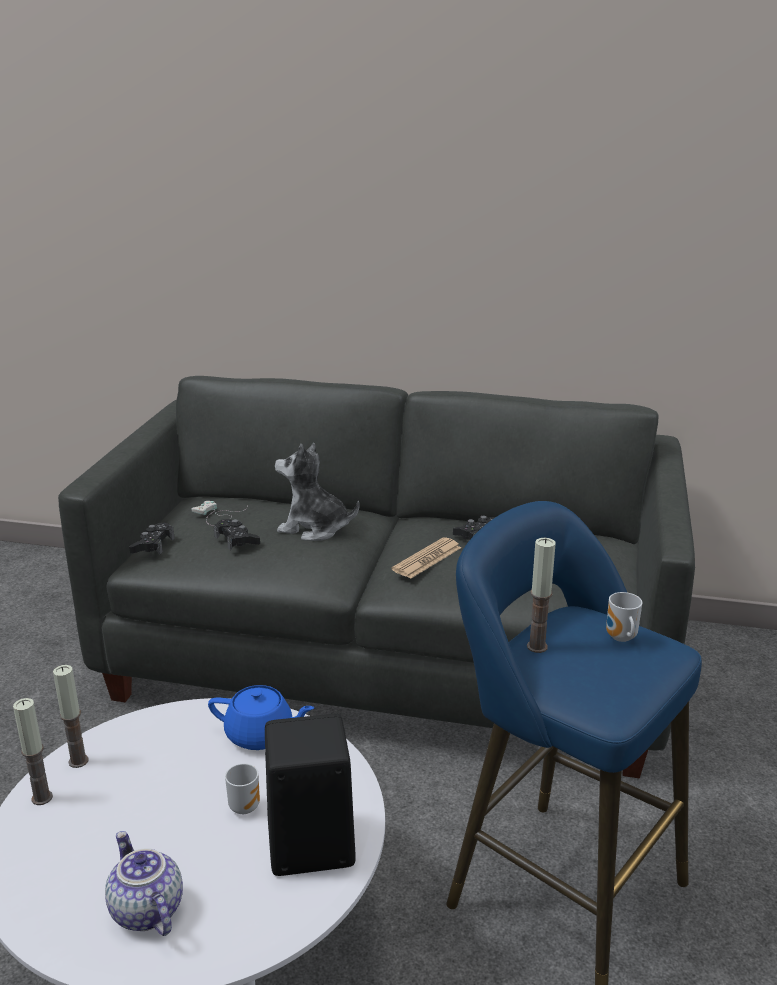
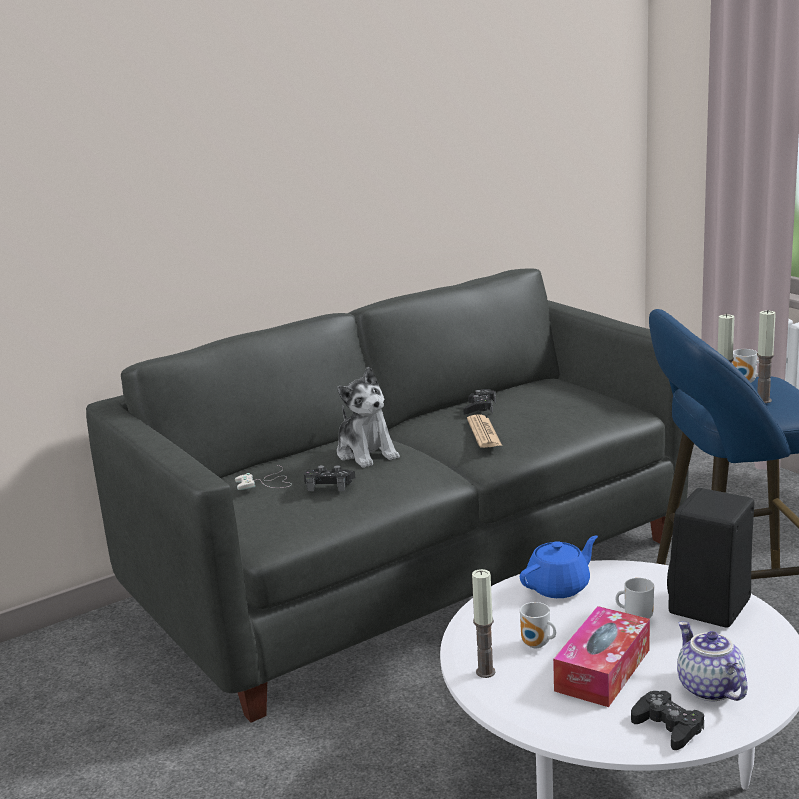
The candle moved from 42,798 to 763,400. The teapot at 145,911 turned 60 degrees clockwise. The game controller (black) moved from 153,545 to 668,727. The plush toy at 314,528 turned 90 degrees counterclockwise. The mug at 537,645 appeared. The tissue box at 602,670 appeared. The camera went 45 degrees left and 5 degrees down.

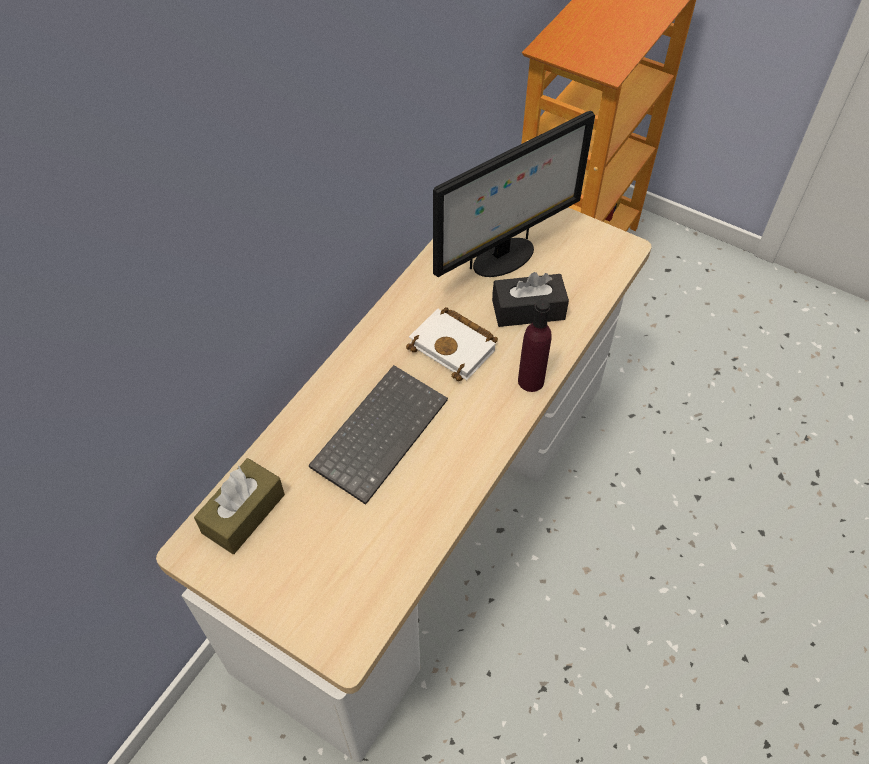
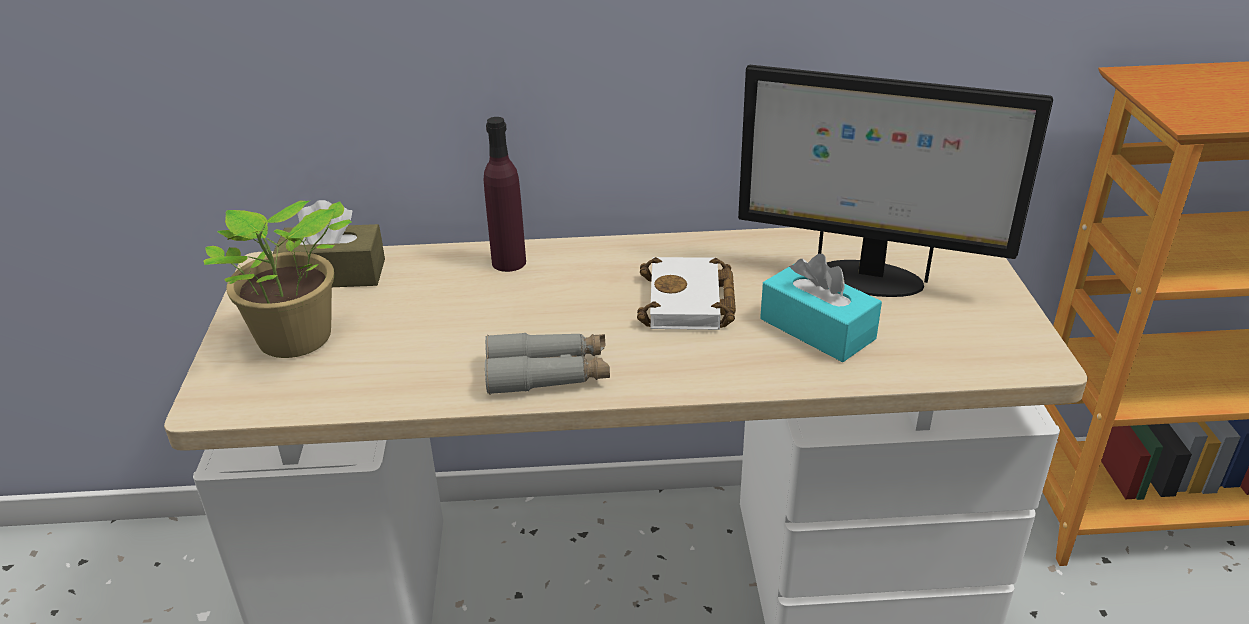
The keyboard at 379,431 disappeared. The tissue box (black) at 528,310 became the tissue box (turquoise) at 817,329. The bottle (purple) moved from 530,381 to 509,262. The potted plant at 294,342 appeared. The binoculars (grey) at 548,374 appeared. The camera went 55 degrees right and 20 degrees down.

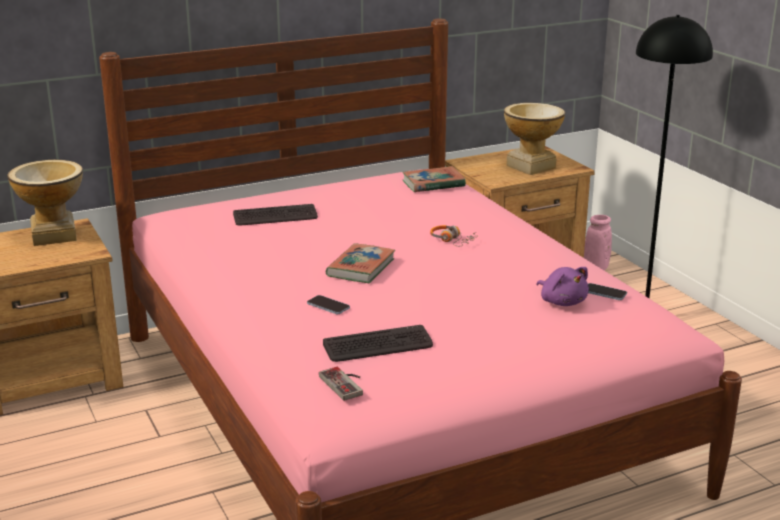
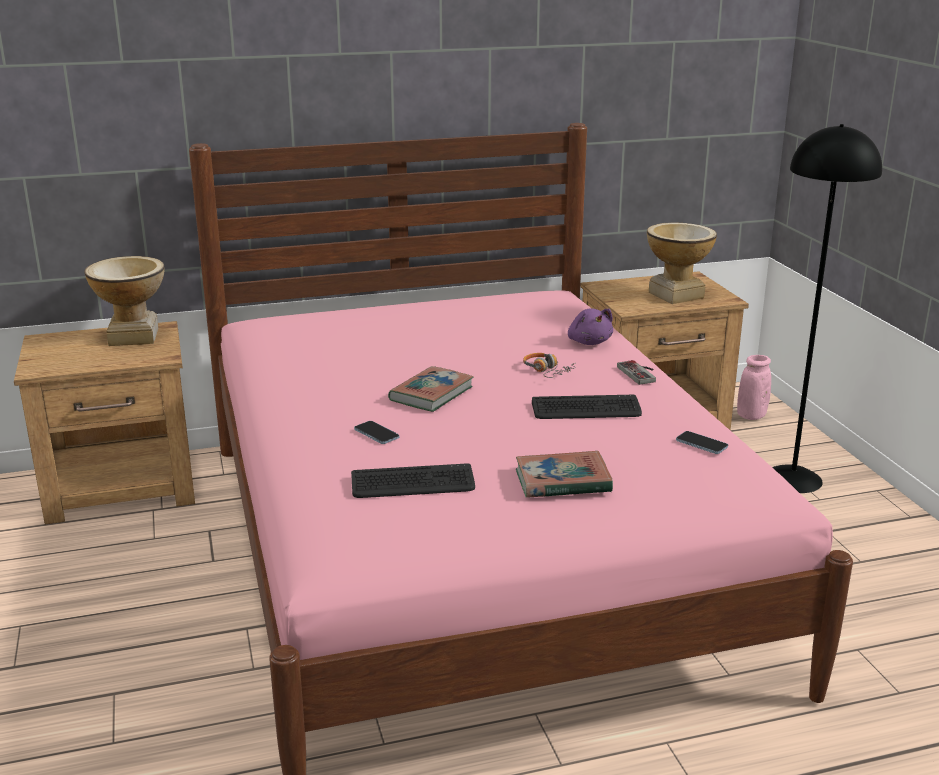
The keyboard moved from 275,216 to 586,409. The game controller moved from 346,383 to 641,373. The book moved from 433,184 to 562,481. The plush toy (purple) moved from 562,301 to 589,342. The camera went 10 degrees right and 0 degrees up.

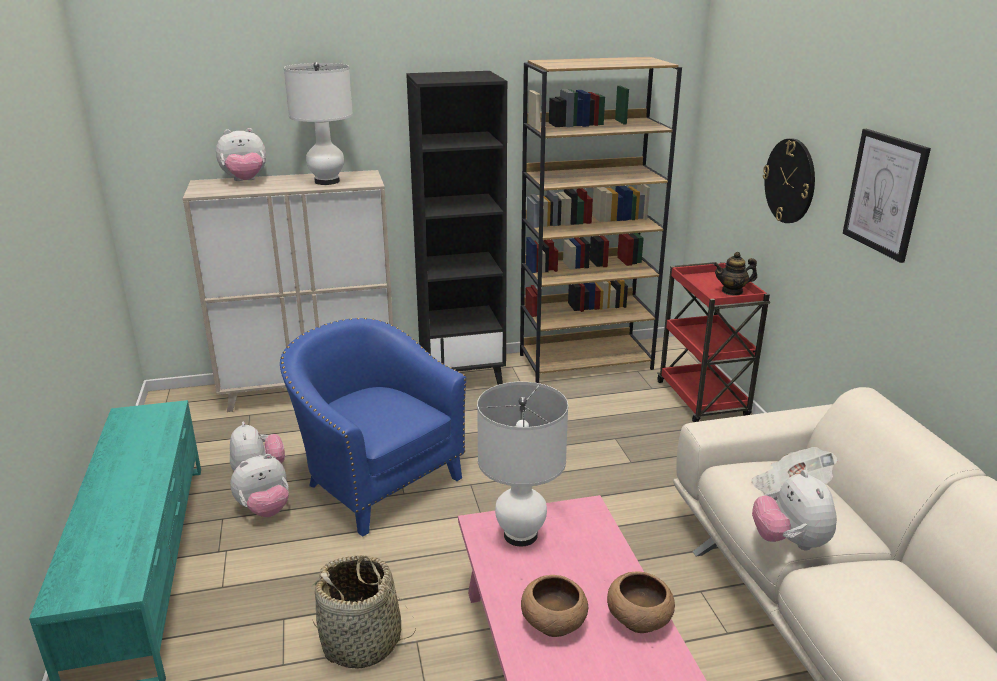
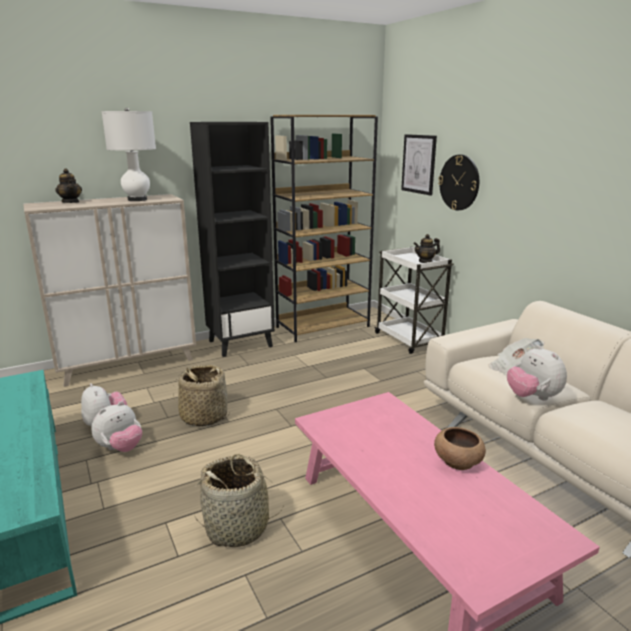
The plush toy at 245,181 was replaced by the teapot at 71,202. The armchair (blue) at 376,481 was replaced by the basket at 203,416. The table lamp (white) at 520,535 disappeared. The bowl (brown) at 554,622 disappeared. The cart (red) at 703,400 became the cart (white) at 409,340. The picture moved from 885,194 to 419,164. The camera went 15 degrees left and 5 degrees down.

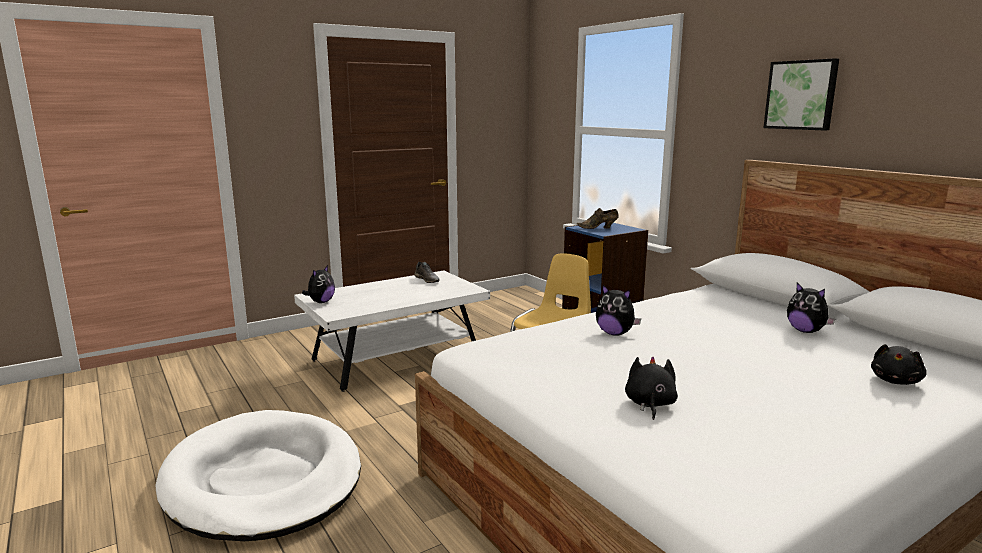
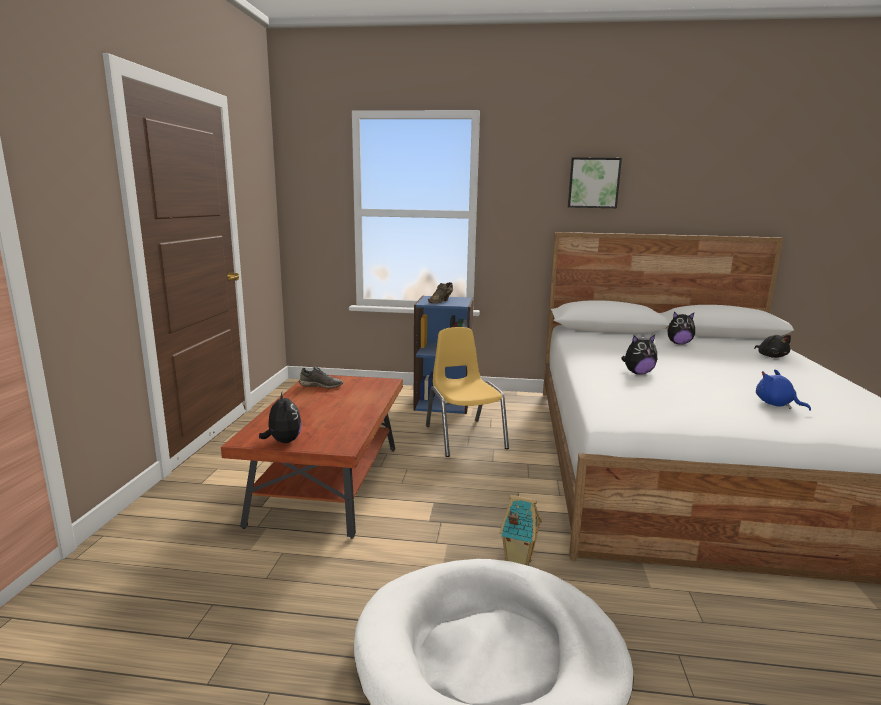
The coffee table (white) at 396,359 became the coffee table (brown) at 329,484. The plush toy (black) at 649,404 became the plush toy (blue) at 776,405. The toy house at 518,557 appeared. The camera went 50 degrees left and 0 degrees up.

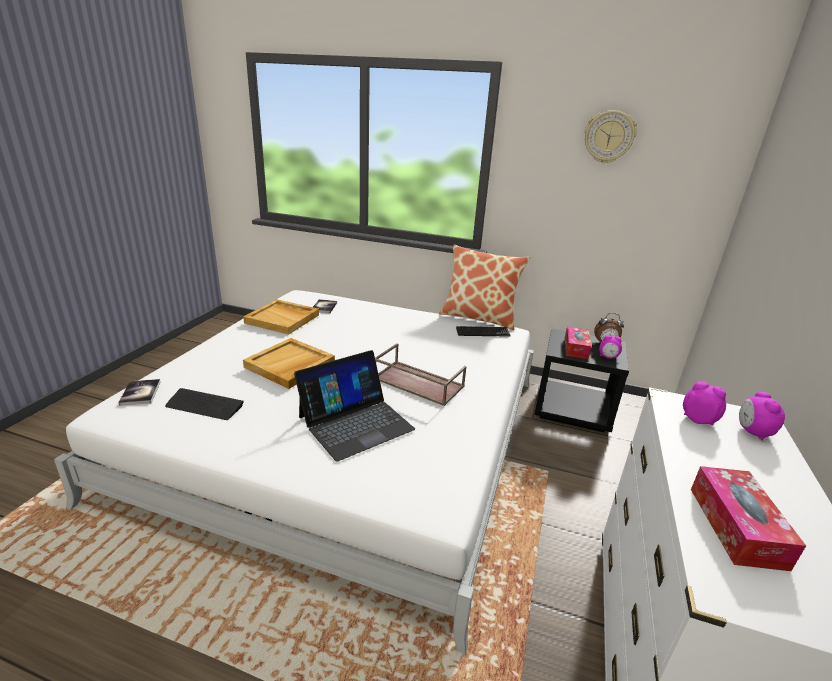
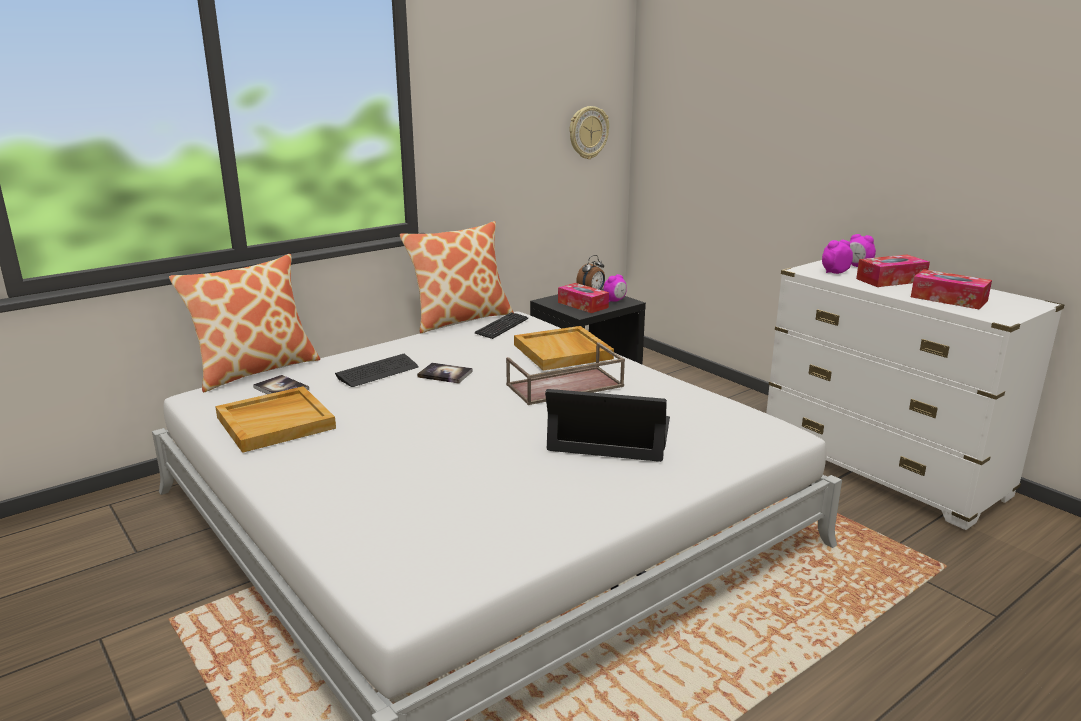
The book moved from 140,393 to 445,374. The keyboard moved from 204,405 to 378,372. The tray (beige) moved from 290,365 to 563,352. The laptop at 355,422 turned 75 degrees counterclockwise. The wall clock moved from 609,137 to 588,132. The pillow at 255,370 appeared. The tissue box at 891,280 appeared. The camera went 55 degrees left and 5 degrees down.

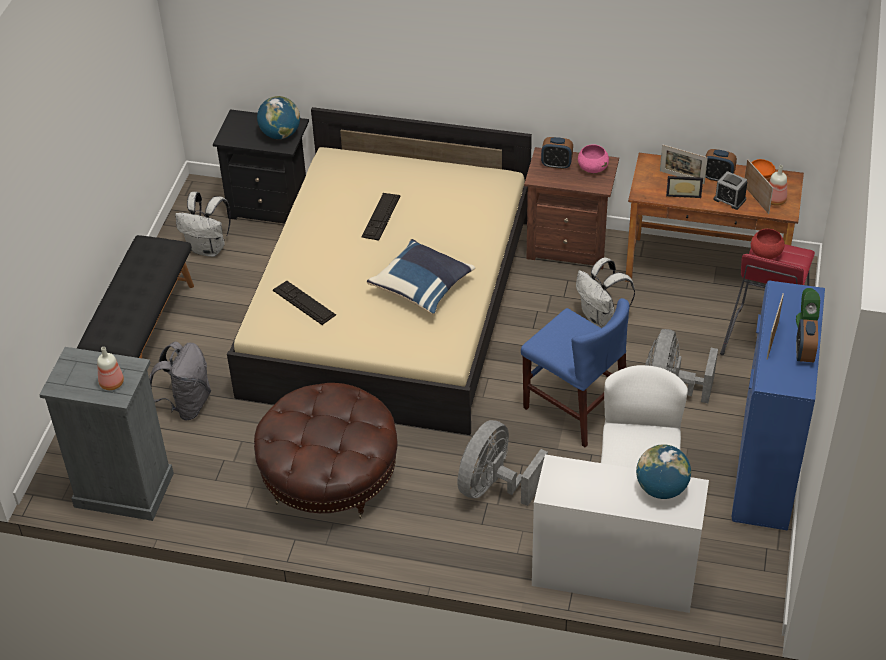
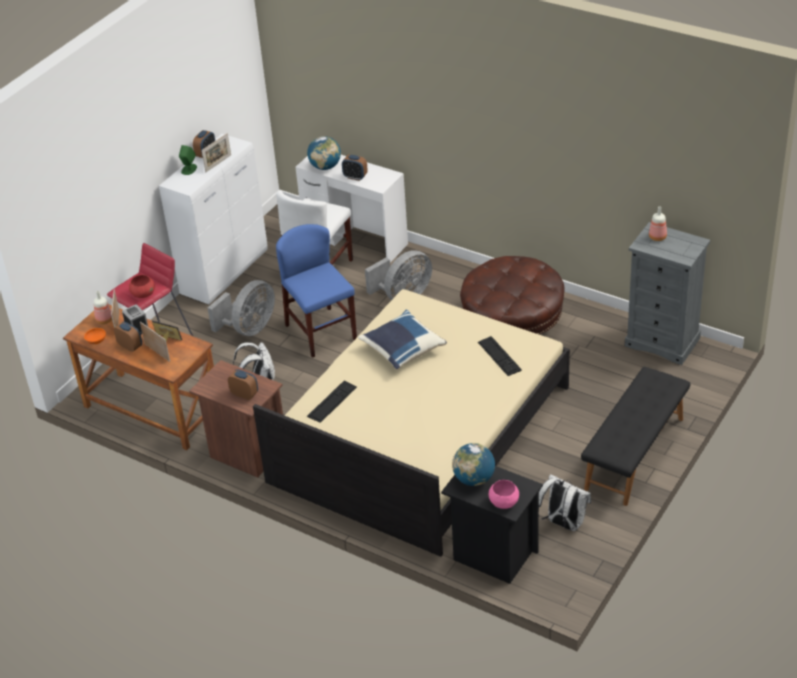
The backpack (grey) at 186,405 disappeared. The keyboard moved from 381,216 to 332,401. The bowl (pink) moved from 592,168 to 503,503. The cabinet (blue) at 765,472 became the cabinet (white) at 225,272. The alarm clock at 355,177 appeared. The camera went 160 degrees left and 5 degrees down.

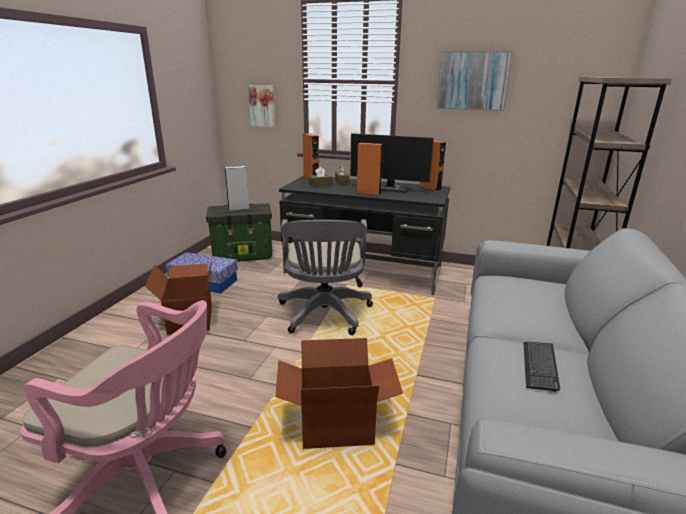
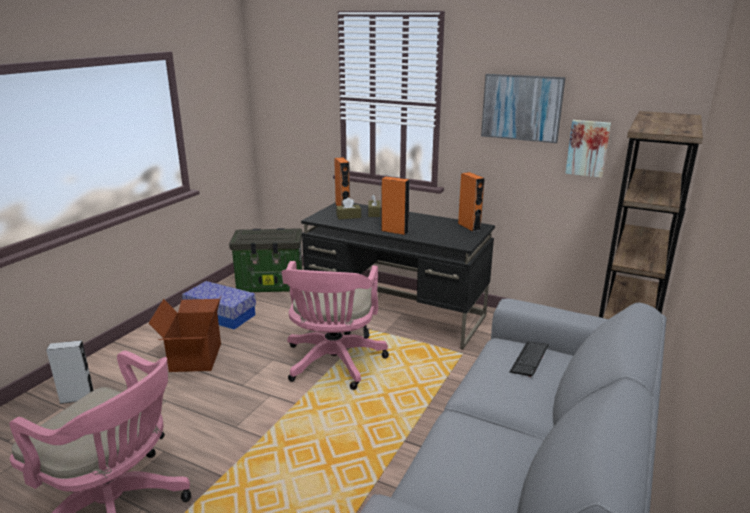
The speaker (grey) moved from 238,209 to 77,398. The picture moved from 262,106 to 588,148. The cardboard box at 337,425 disappeared. The office chair (grey) at 324,315 became the office chair (pink) at 333,364. The monitor at 390,188 disappeared. The keyboard moved from 539,366 to 529,359. The camera went 10 degrees right and 0 degrees up.

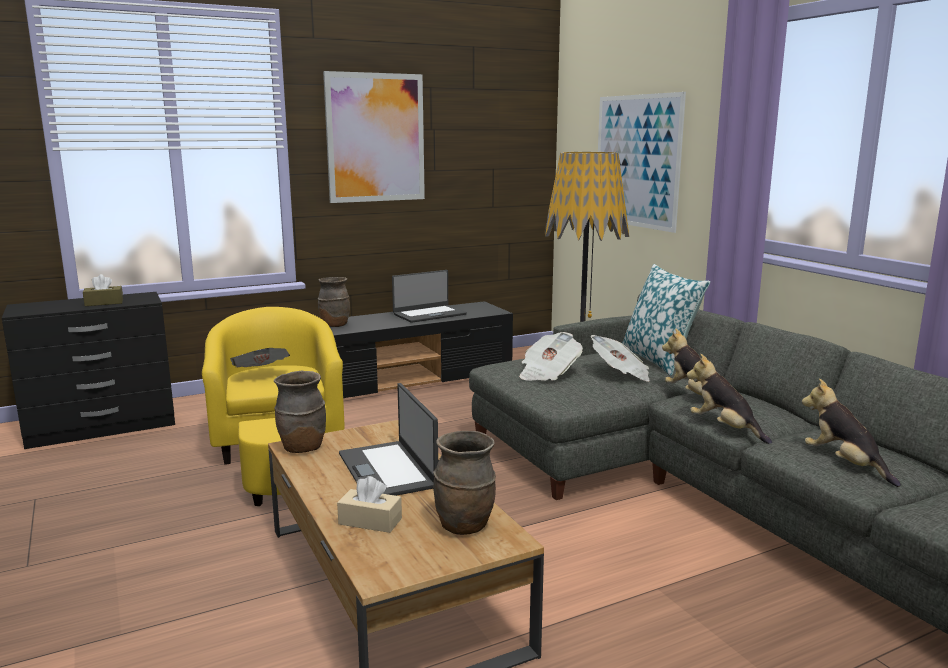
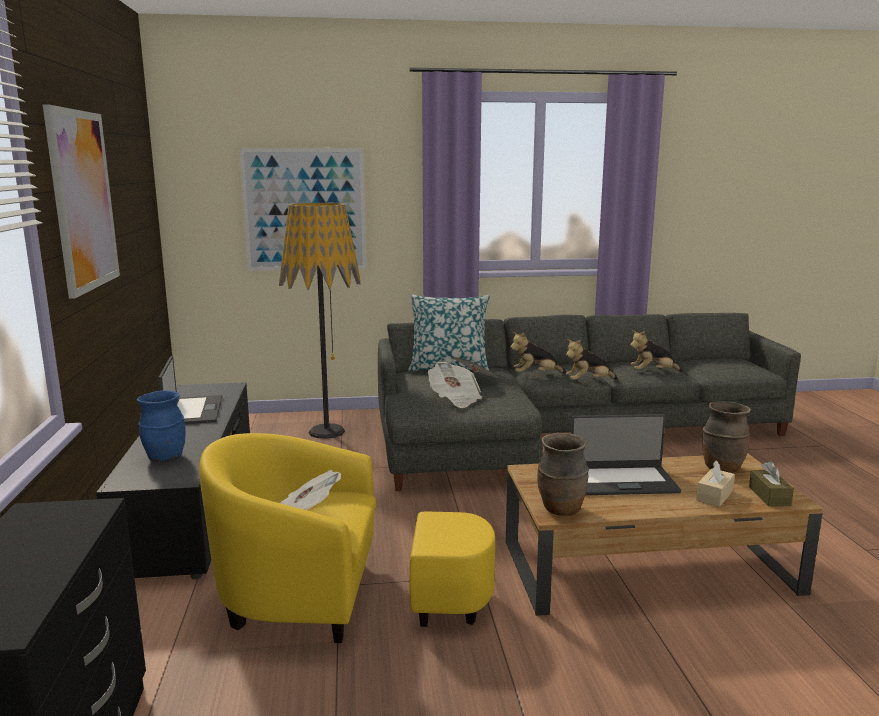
The tissue box (brown) moved from 104,303 to 769,496. The vase (brown) at 334,325 became the vase (blue) at 164,458. The camera went 70 degrees left and 0 degrees up.

